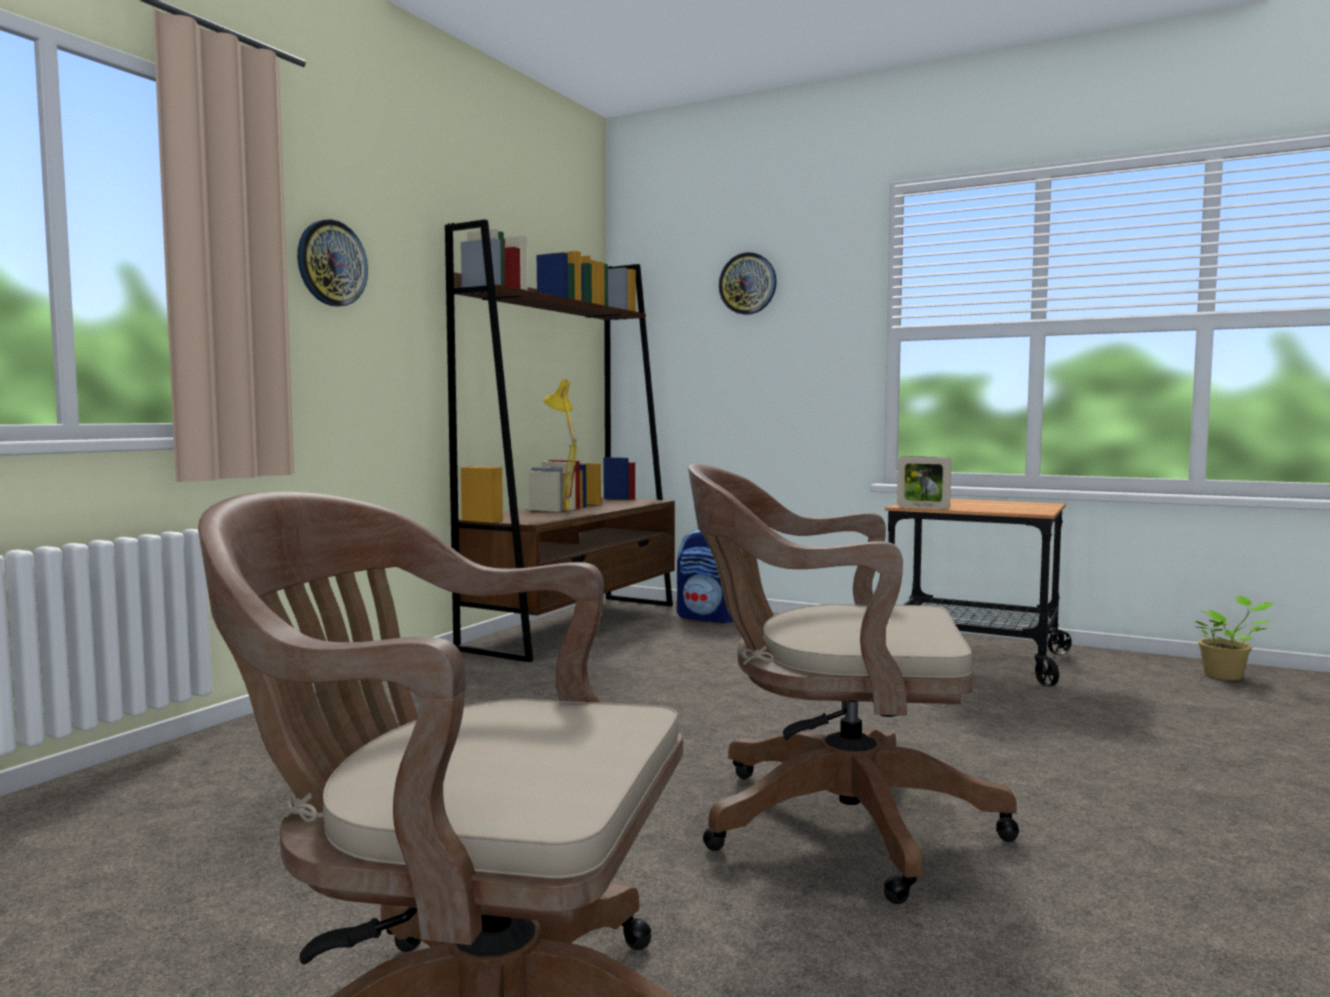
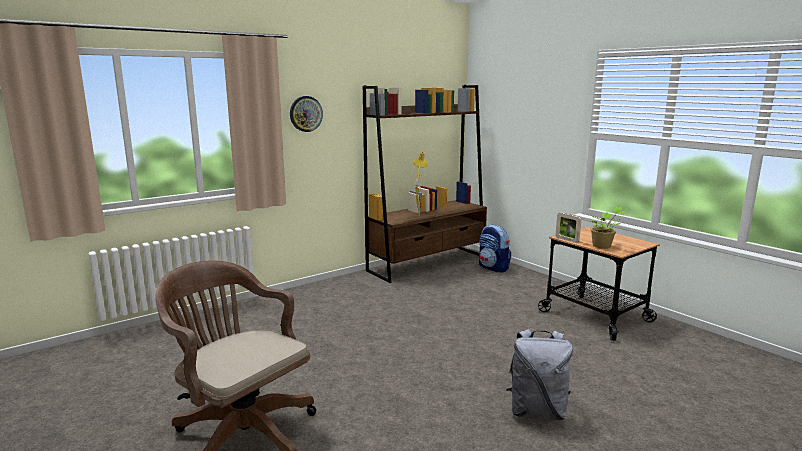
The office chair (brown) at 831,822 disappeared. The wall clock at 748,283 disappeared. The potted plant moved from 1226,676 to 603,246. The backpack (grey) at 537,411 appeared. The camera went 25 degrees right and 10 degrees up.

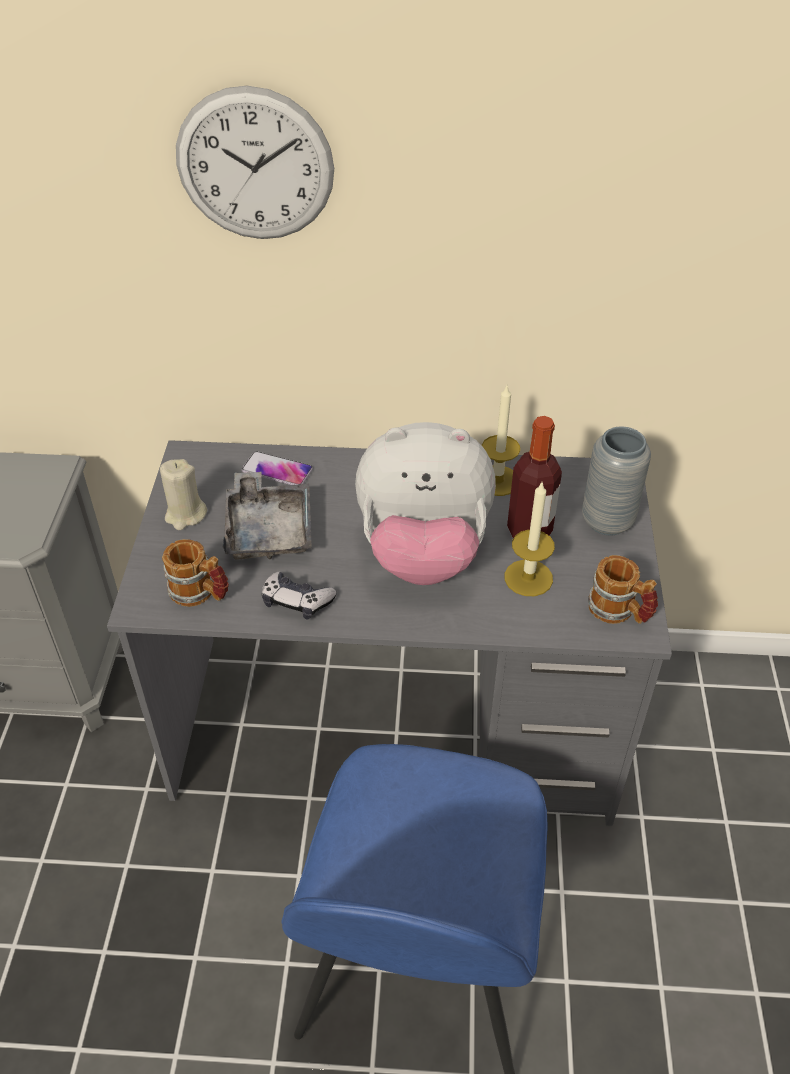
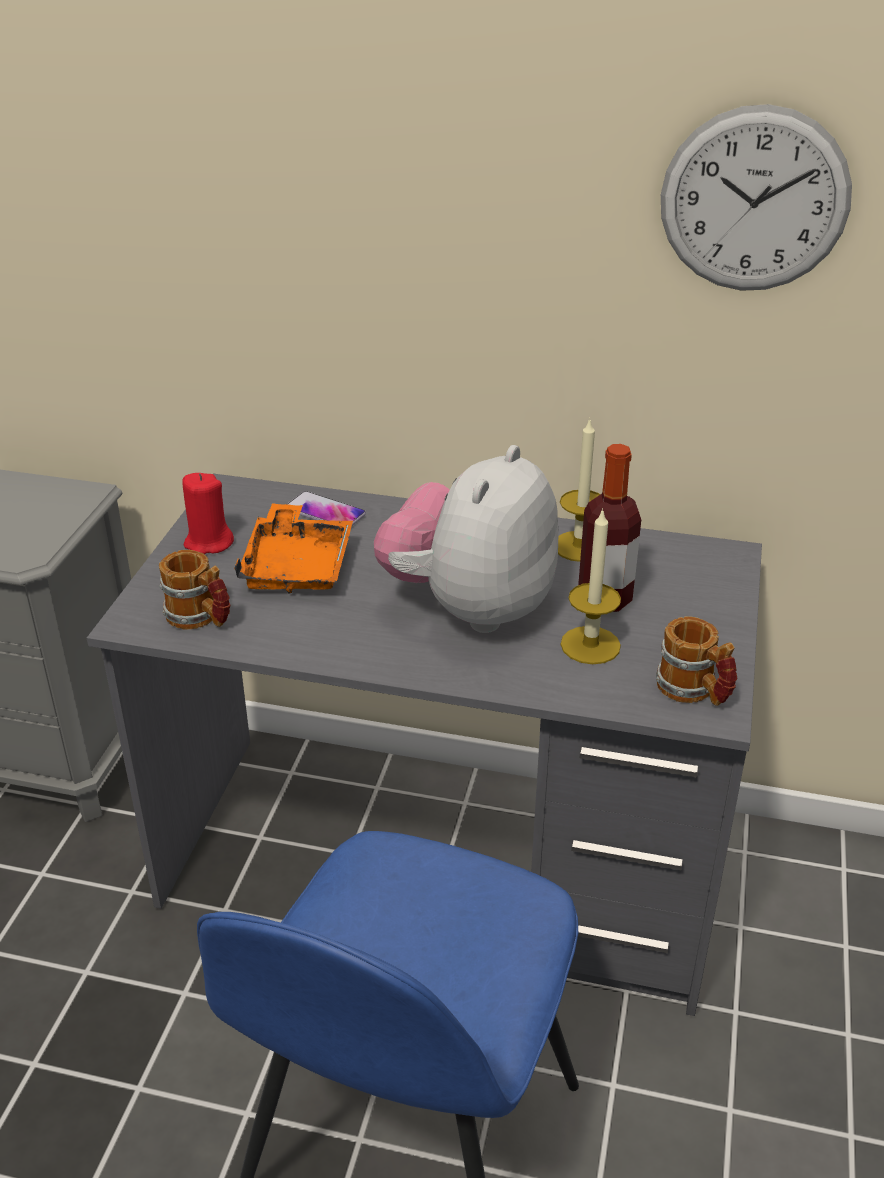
The candle (beige) at 185,515 became the candle (red) at 208,543. The wall clock moved from 255,166 to 754,201. The tray (grey) at 268,529 became the tray (orange) at 297,566. The game controller at 297,601 disappeared. The plush toy at 423,553 turned 105 degrees clockwise. The vase (grey) at 607,521 disappeared. The camera went 10 degrees right and 10 degrees down.

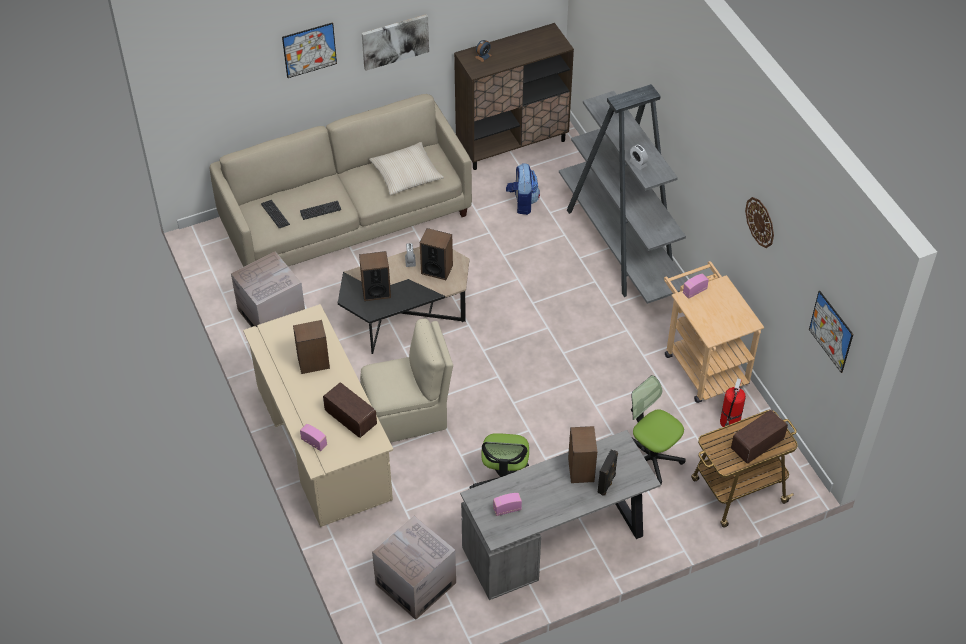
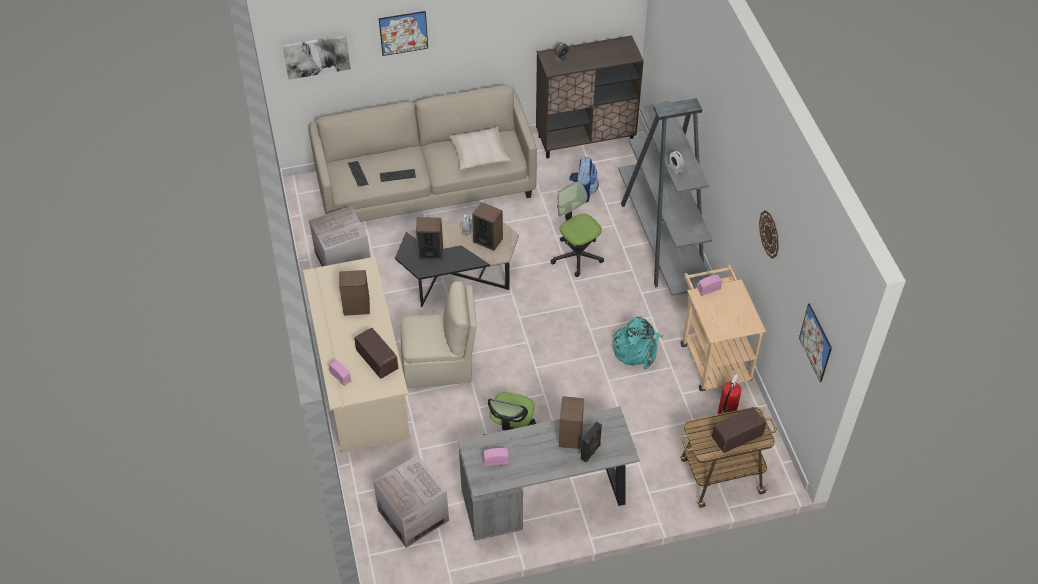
The picture moved from 395,41 to 316,56. The office chair moved from 651,459 to 577,256. The backpack (turquoise) at 636,349 appeared. The camera went 10 degrees right and 0 degrees up.

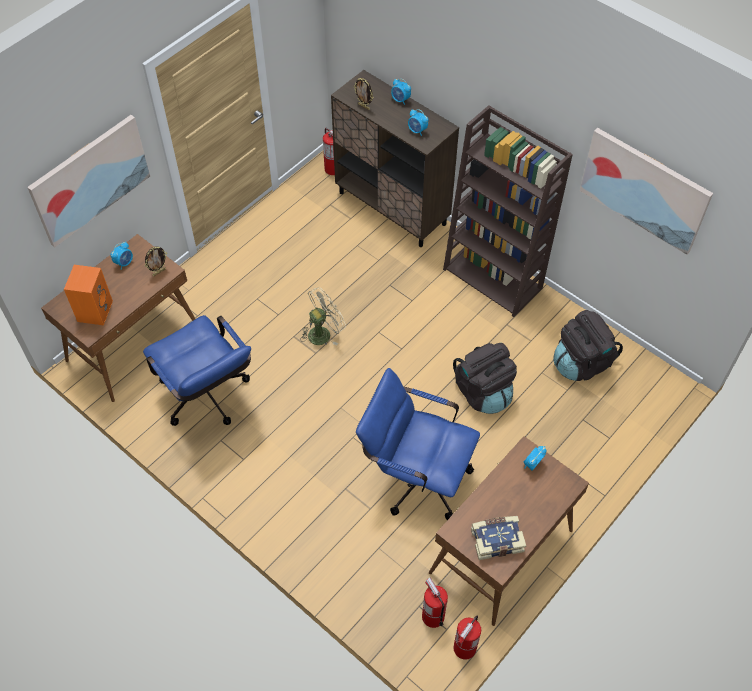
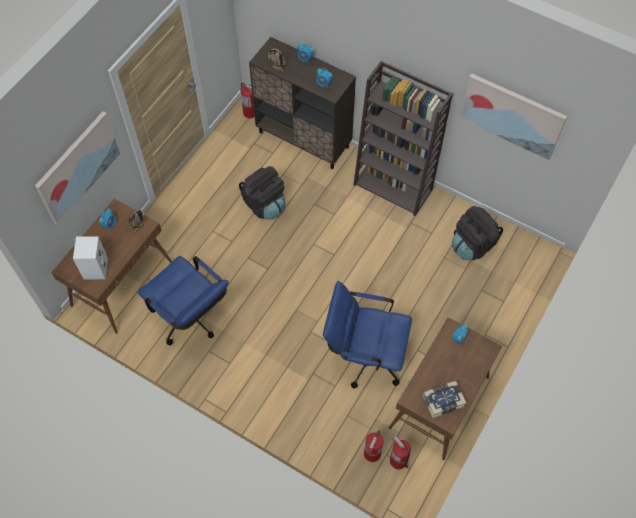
The speaker (orange) at 94,310 became the speaker (white) at 95,267. The fan (beige) at 323,332 disappeared. The backpack (black) moved from 483,392 to 264,204. The fire extinguisher moved from 464,648 to 372,454. The camera went 10 degrees left and 5 degrees up.

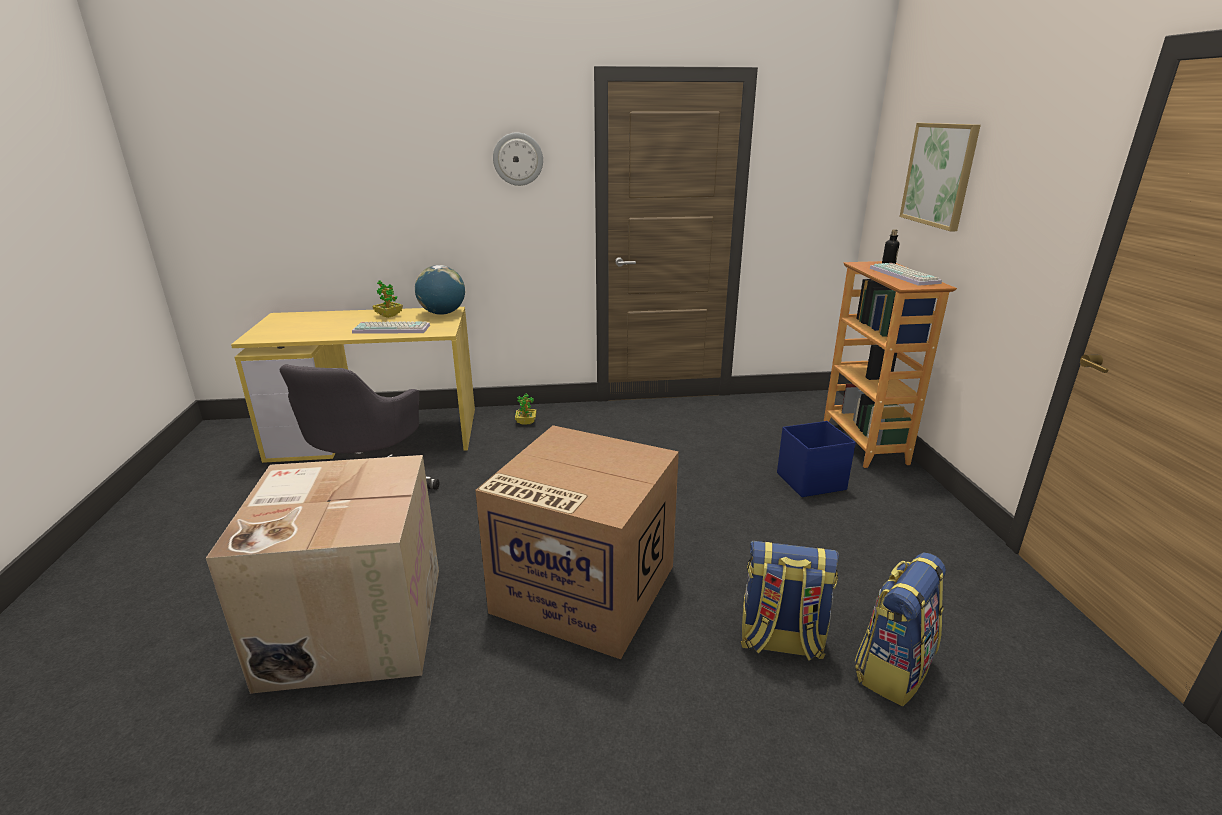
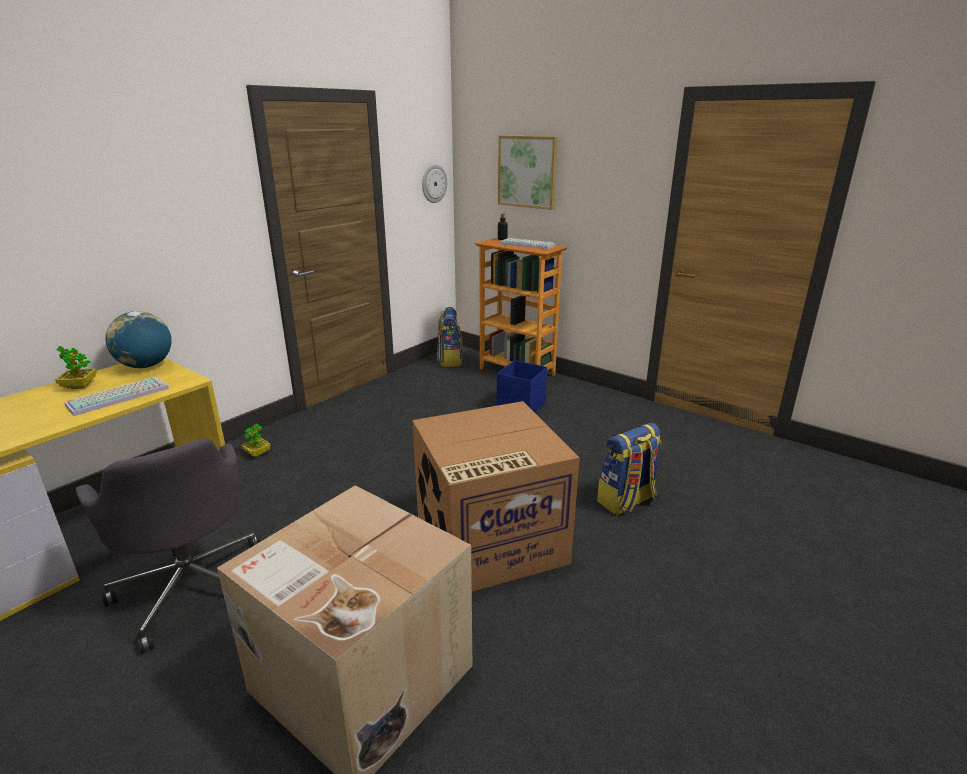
The wall clock moved from 518,159 to 433,183. The backpack moved from 892,668 to 450,360. The camera went 45 degrees left and 0 degrees up.

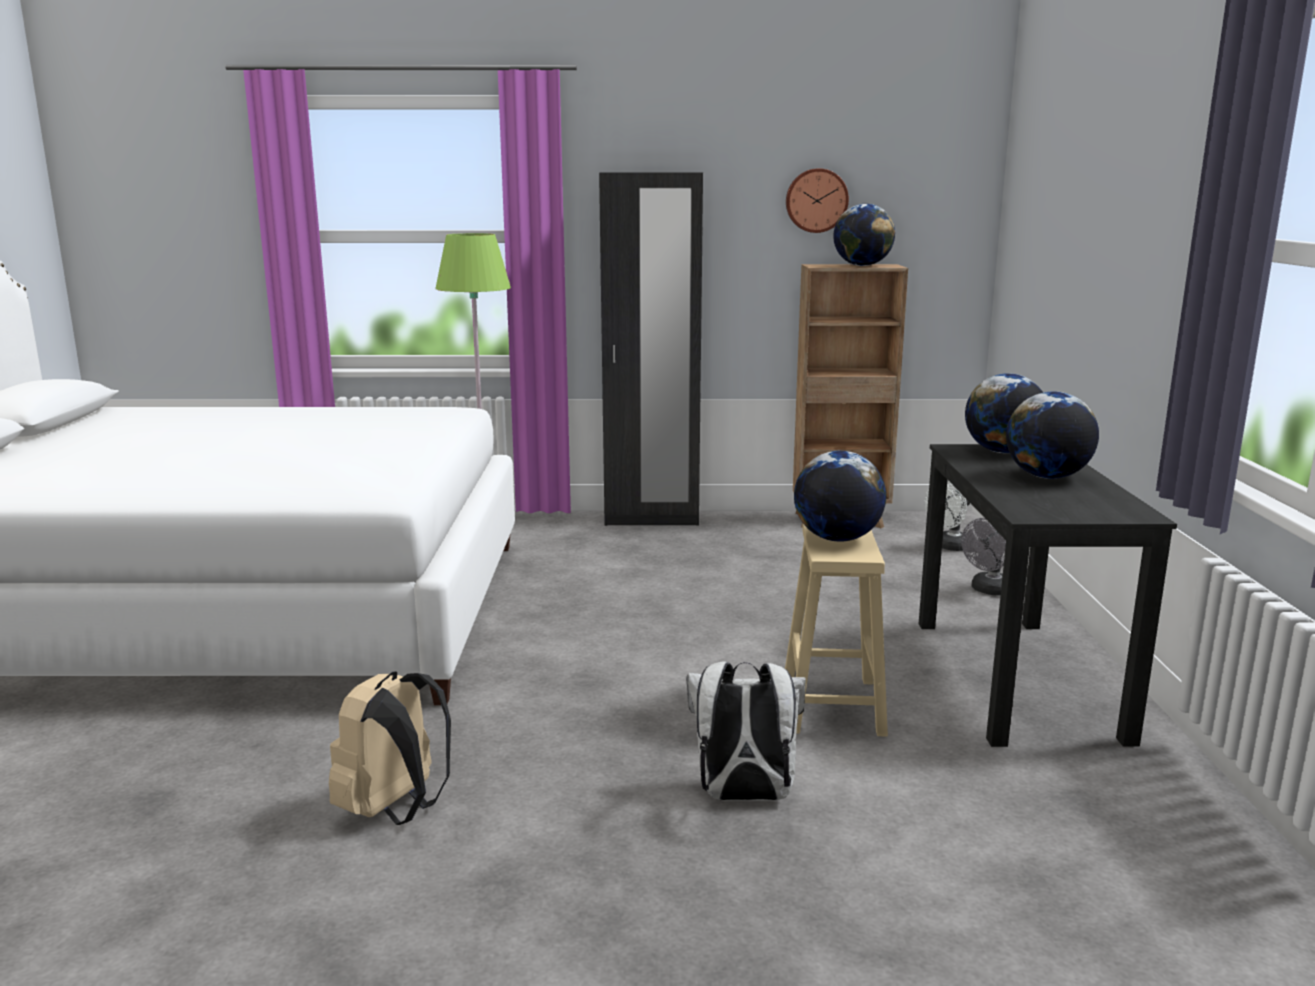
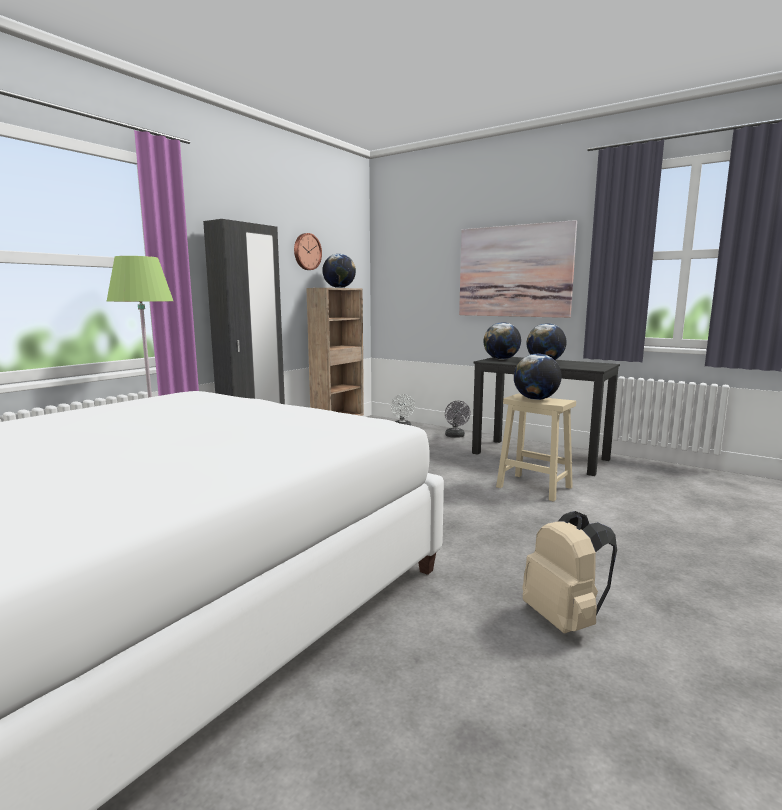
The backpack (white) at 743,796 disappeared. The picture at 514,271 appeared. The camera went 55 degrees left and 5 degrees down.

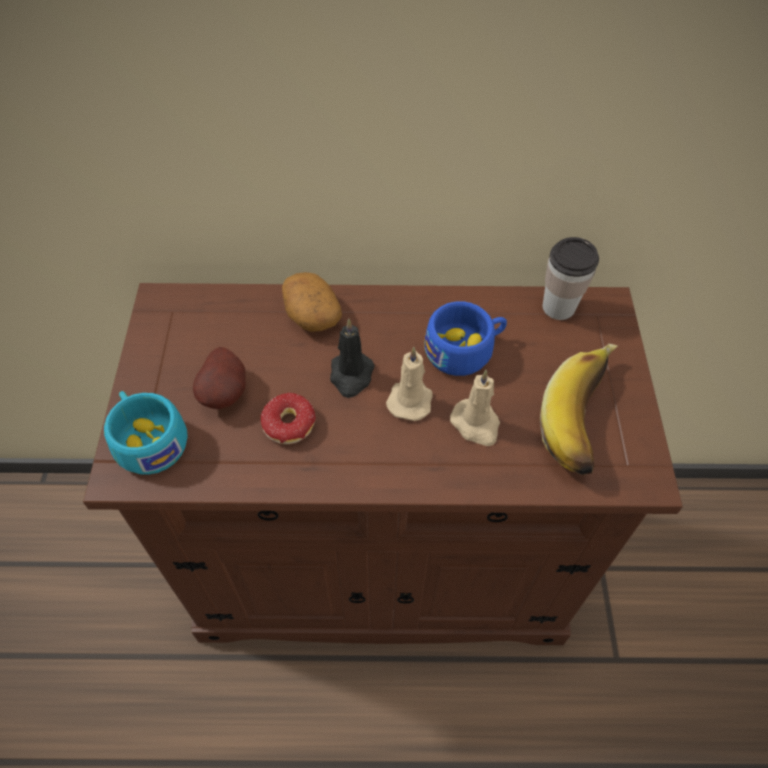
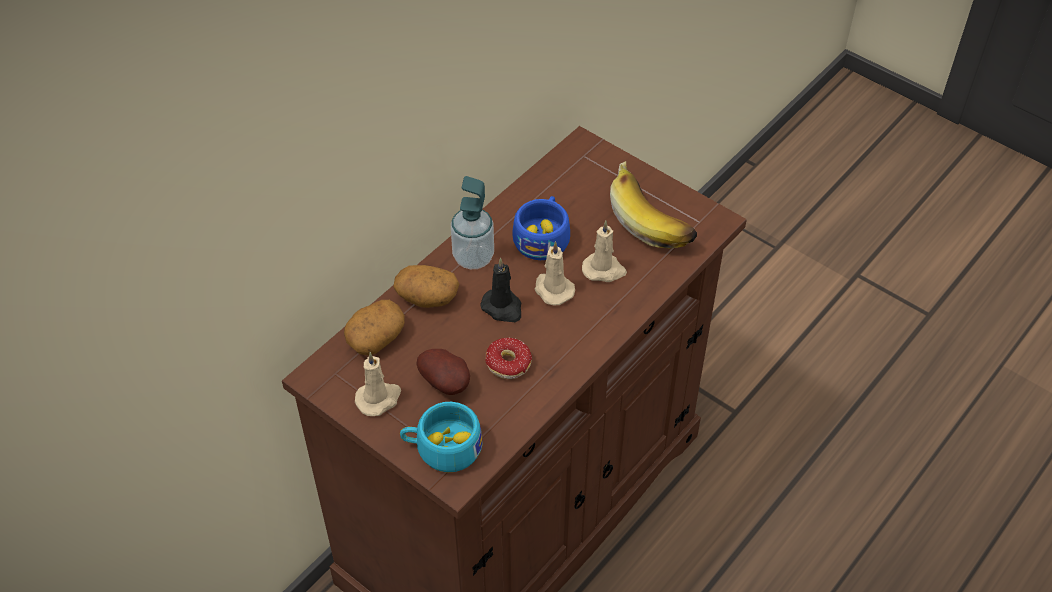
The cup at 558,307 disappeared. The potato at 376,337 appeared. The candle (beige) at 379,398 appeared. The soap dispenser at 473,257 appeared. The camera went 50 degrees left and 5 degrees down.

